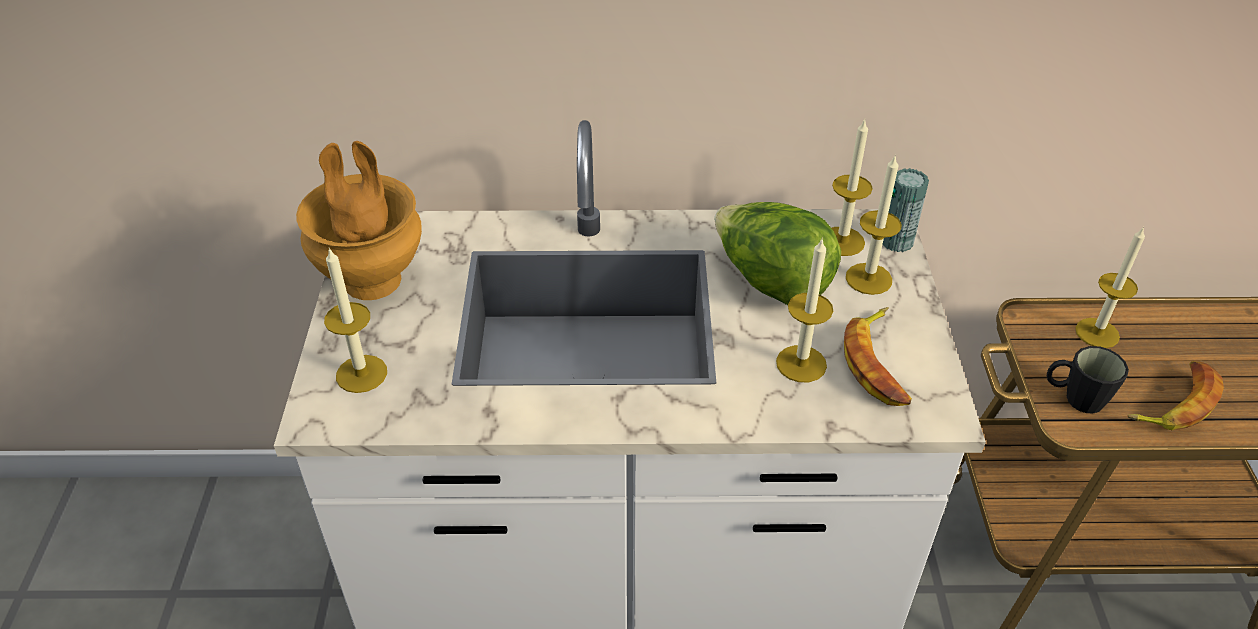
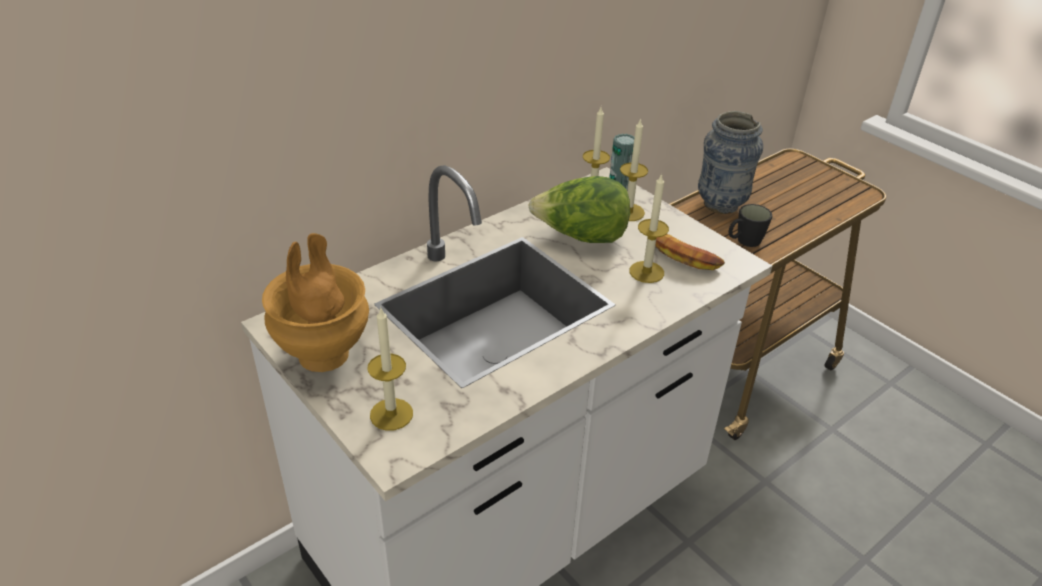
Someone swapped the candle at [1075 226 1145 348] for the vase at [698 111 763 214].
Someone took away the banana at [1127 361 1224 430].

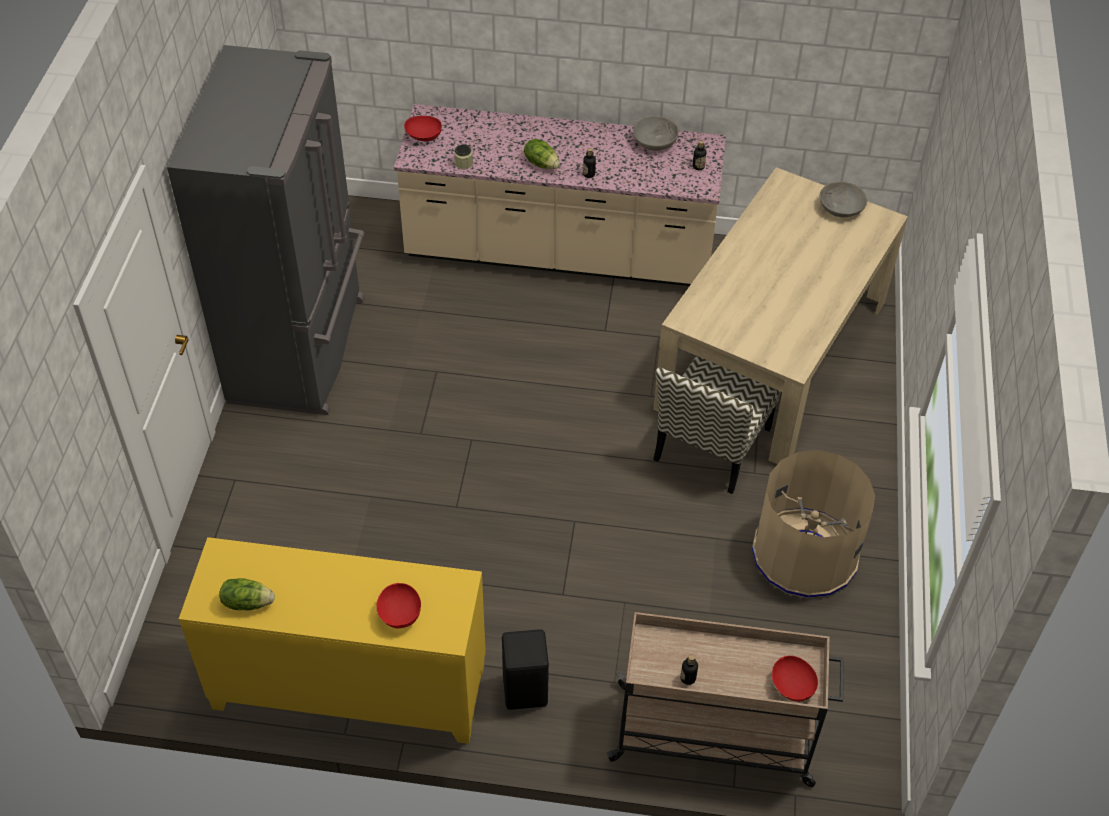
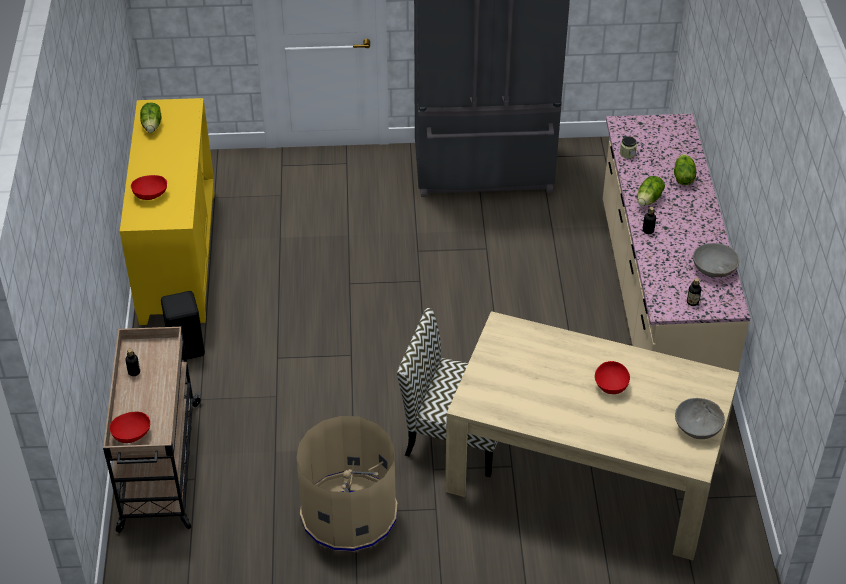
Someone carried the red bowl from [404 116 442 141] to [595 361 630 394].
Someone put down the lettuce at [674 154 696 185].

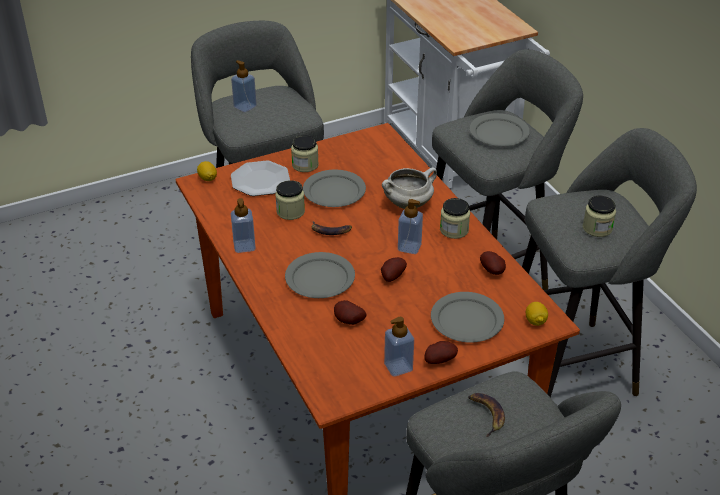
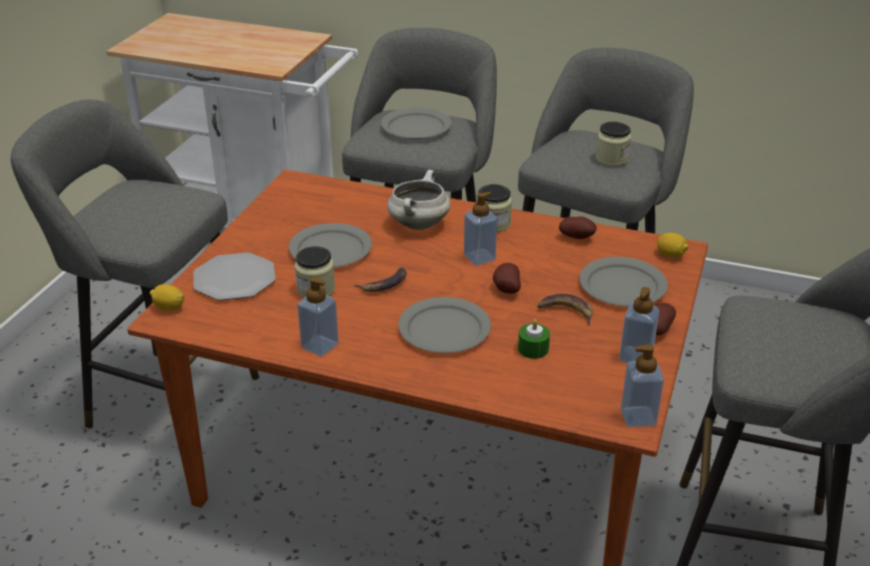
Someone swapped the potato at [334 300 367 325] for the green candle at [518 319 550 359].
Someone carried the banana from [468 393 505 437] to [538 294 593 326].
Someone carried the soap dispenser from [231 60 257 112] to [621 344 664 427].
Someone took away the jar at [291 135 319 172].

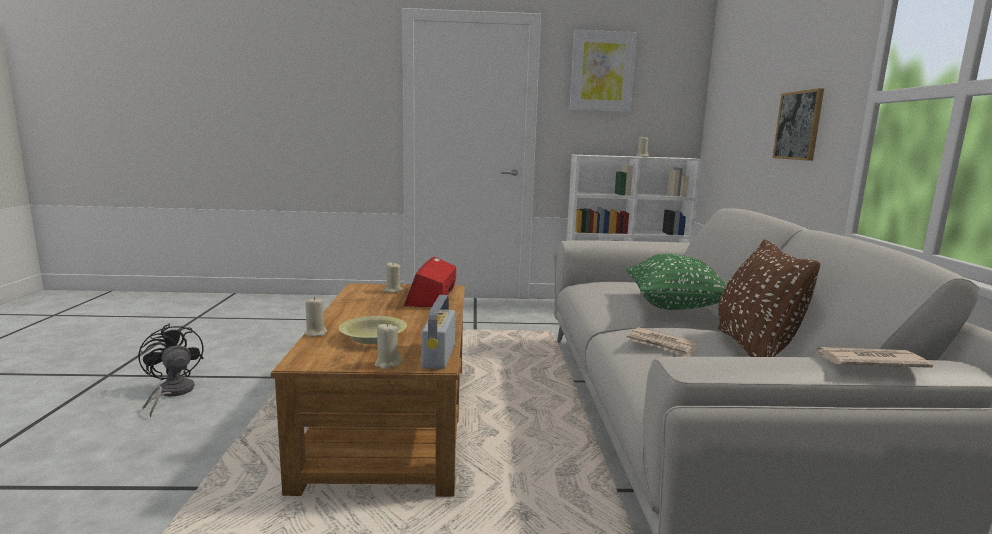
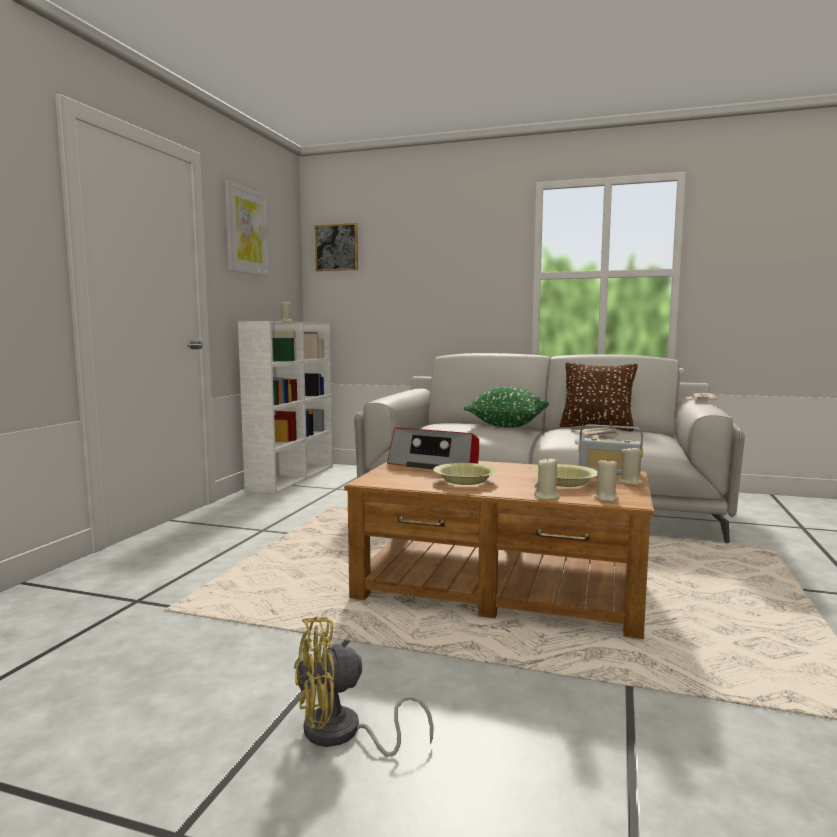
Someone repainted the black fan at [138 323 203 417], which became the yellow fan at [294 617 434 757].
Someone carried the picture from [773 88 824 161] to [315 223 358 271].
Someone put down the yellow bowl at [433 463 498 485].
Someone carried the beige candle from [384 263 402 293] to [594 460 619 502].

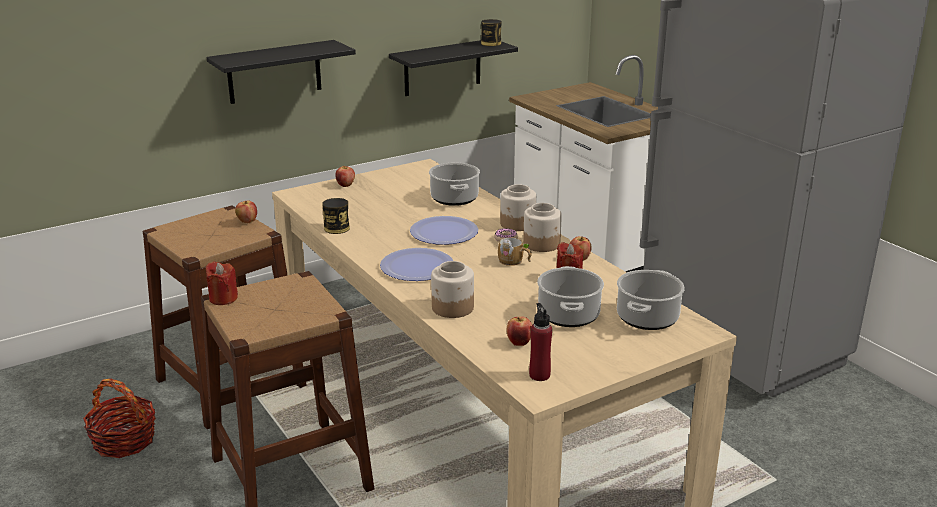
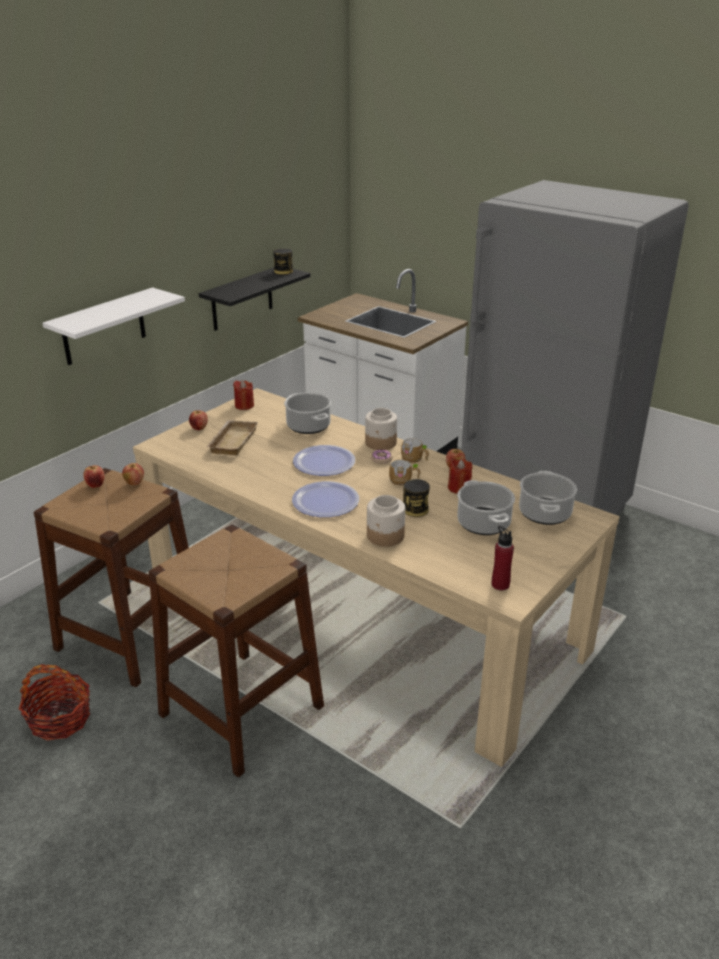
Someone repainted the black shelf at [206 40 356 104], which became the white shelf at [42 287 185 365].
Someone carried the apple from [506 316 532 346] to [83 465 105 488].
Someone put down the beige tray at [206 420 258 455].
Someone carried the red candle from [206 261 238 305] to [233 380 254 410].
Someone swapped the jar at [523 203 562 252] for the mug at [401 438 429 463].
Someone carried the can from [322 198 350 234] to [403 479 430 517].

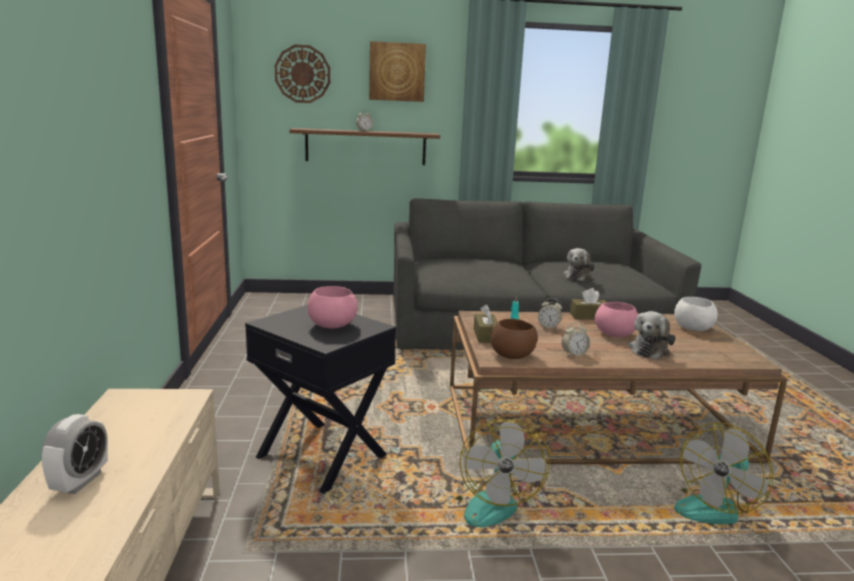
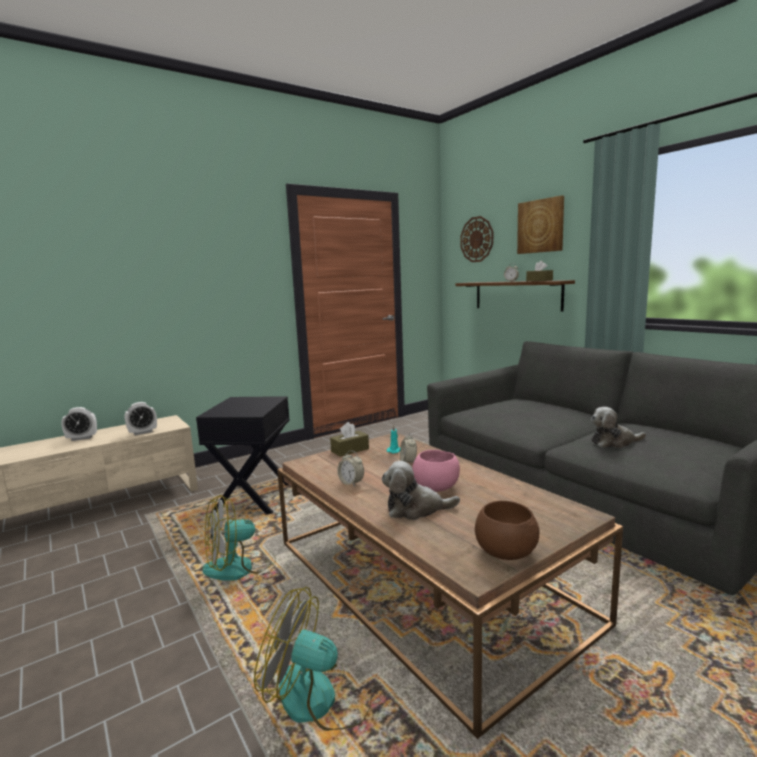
Someone put down the alarm clock at [125 402 157 435].
Someone carried the brown bowl from [491 319 538 359] to [475 501 540 560].
Someone carried the brown tissue box from [570 288 607 320] to [526 261 553 281].
Someone took away the pink bowl at [307 286 357 329].
Someone took away the white bowl at [674 297 718 331].

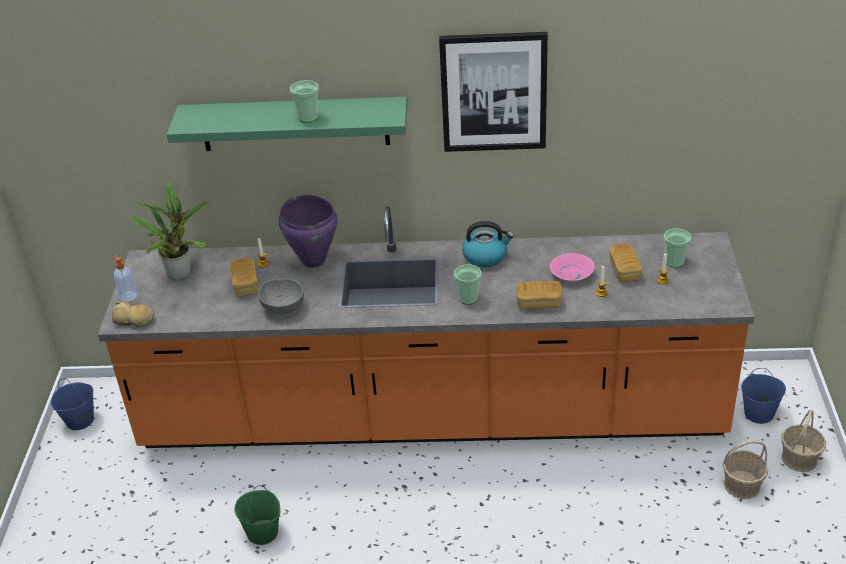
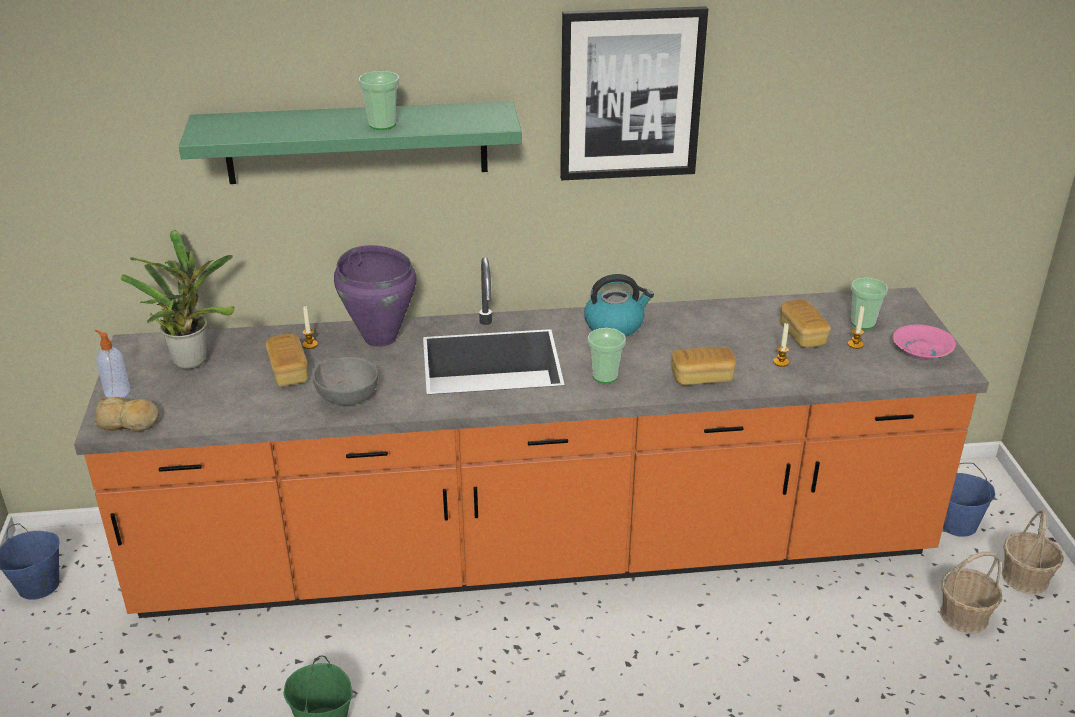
Someone carried the pink bowl from [550 253 595 281] to [893 324 956 359].

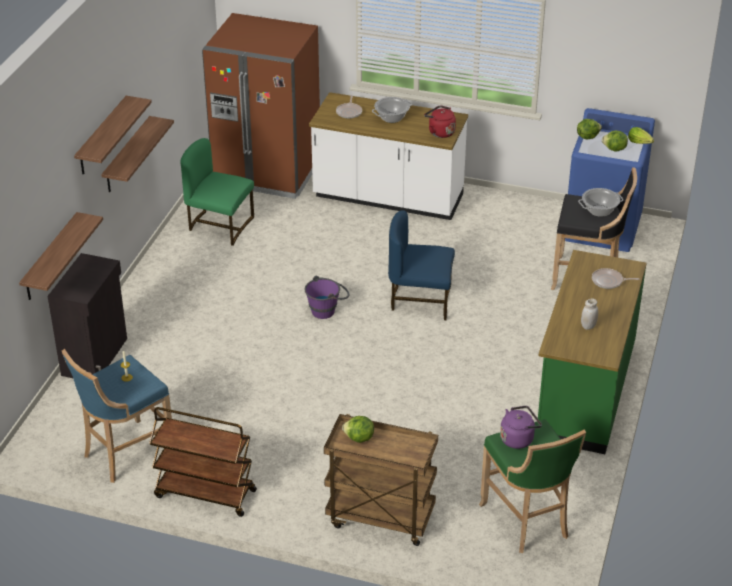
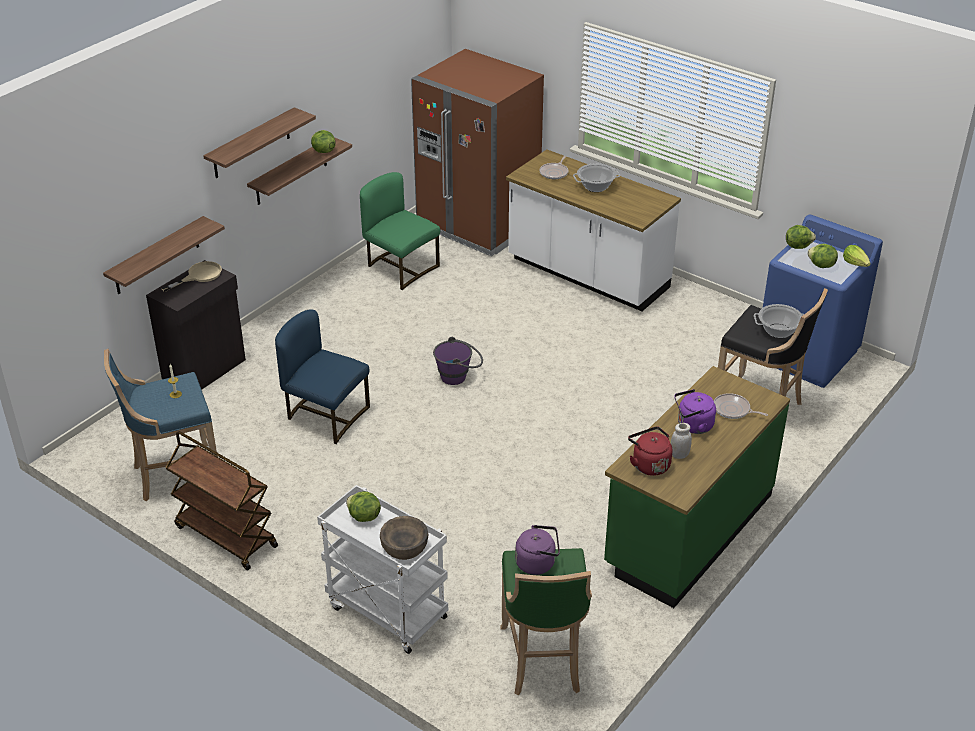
Someone put down the beige frying pan at [161 261 222 292].
Someone carried the blue chair from [388 210 455 320] to [275 309 370 444].
Someone put down the lettuce at [311 130 336 153].
Someone repainted the brown cart at [324 414 438 546], which became the white cart at [317 485 448 654].
Someone put down the brown bowl at [380 516 428 560].
Someone carried the red kettle from [424 105 456 138] to [628 427 672 476].
Someone put down the purple kettle at [674 389 716 434].

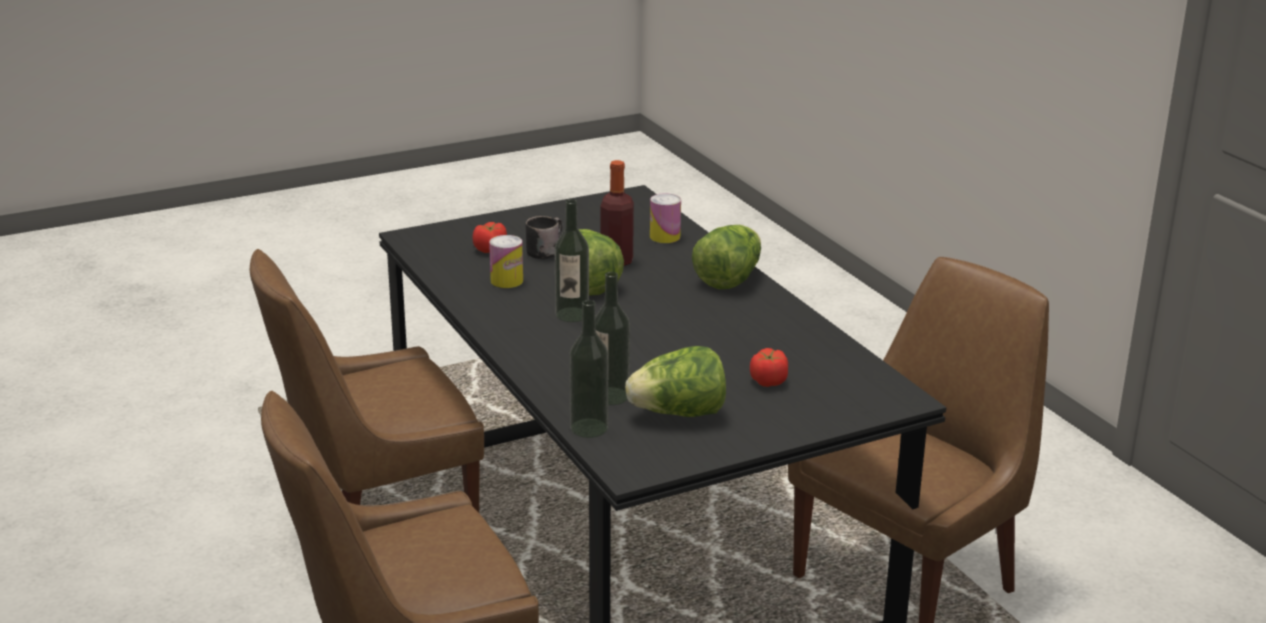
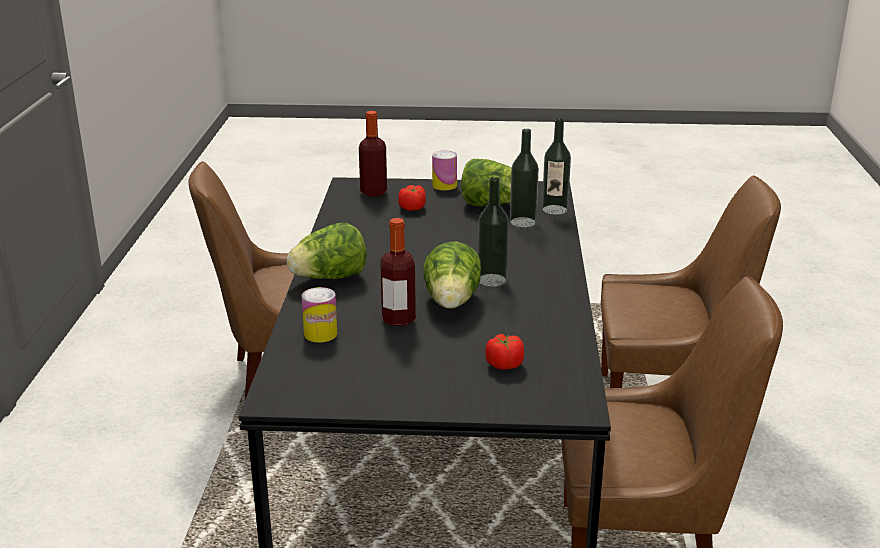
Someone put down the bottle at [359 111 387 197].
Someone carried the can from [489 235 523 288] to [432 151 457 190].
Someone took away the black mug at [525 216 563 259].

